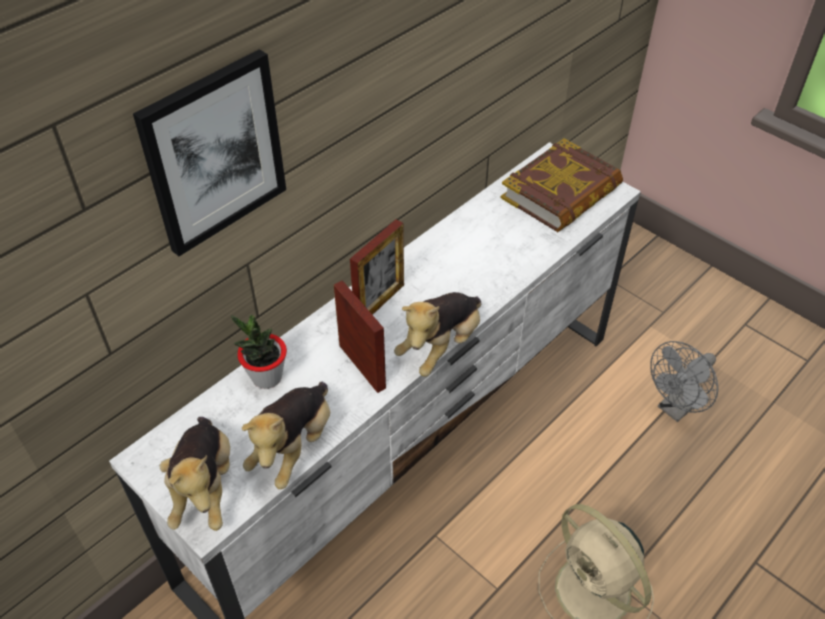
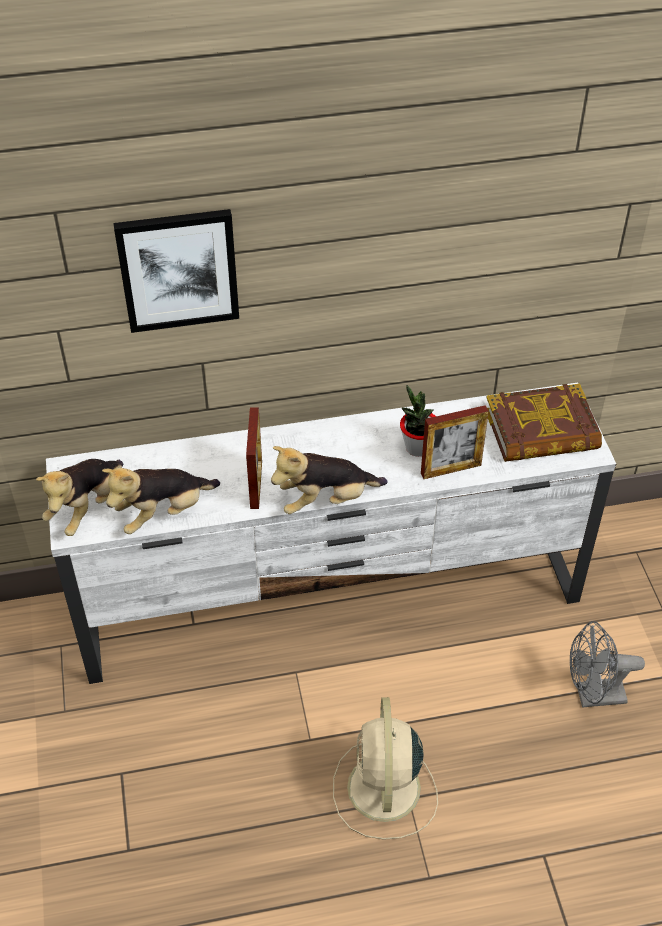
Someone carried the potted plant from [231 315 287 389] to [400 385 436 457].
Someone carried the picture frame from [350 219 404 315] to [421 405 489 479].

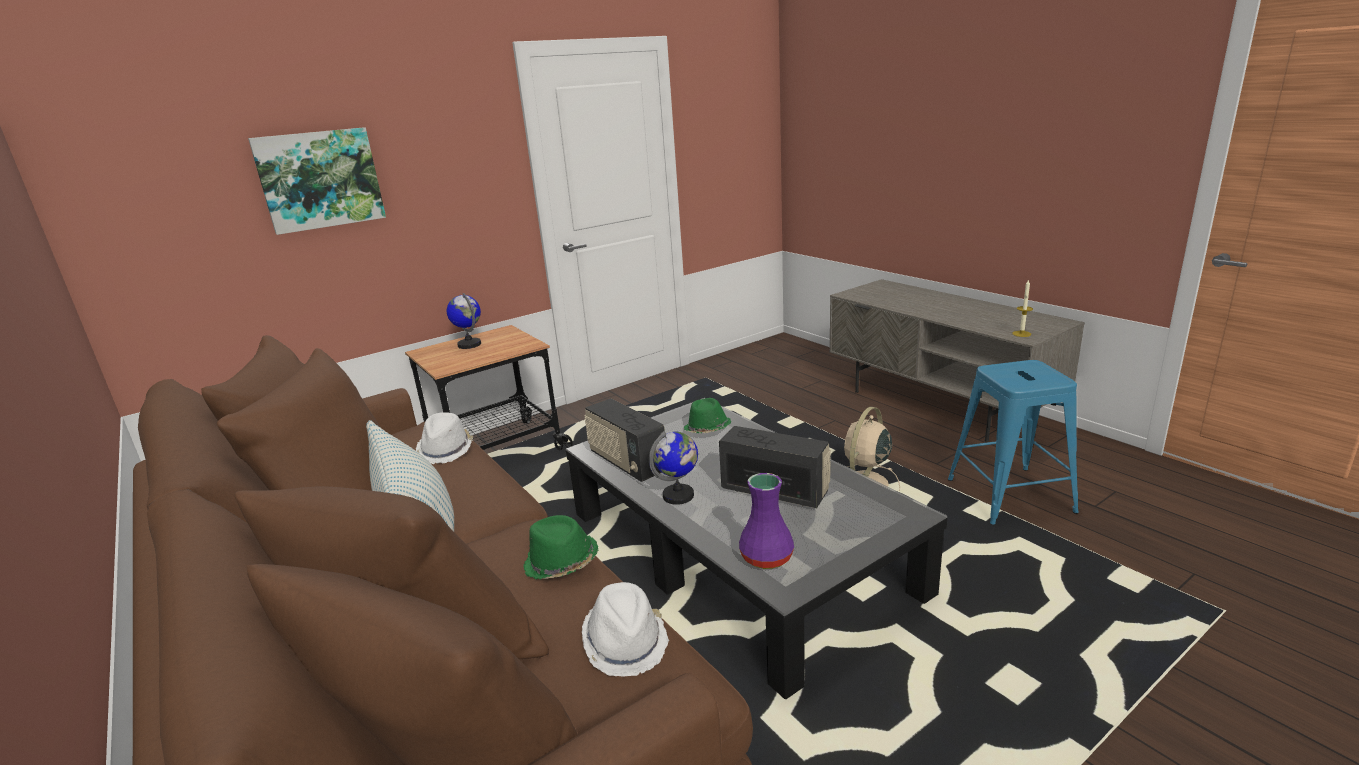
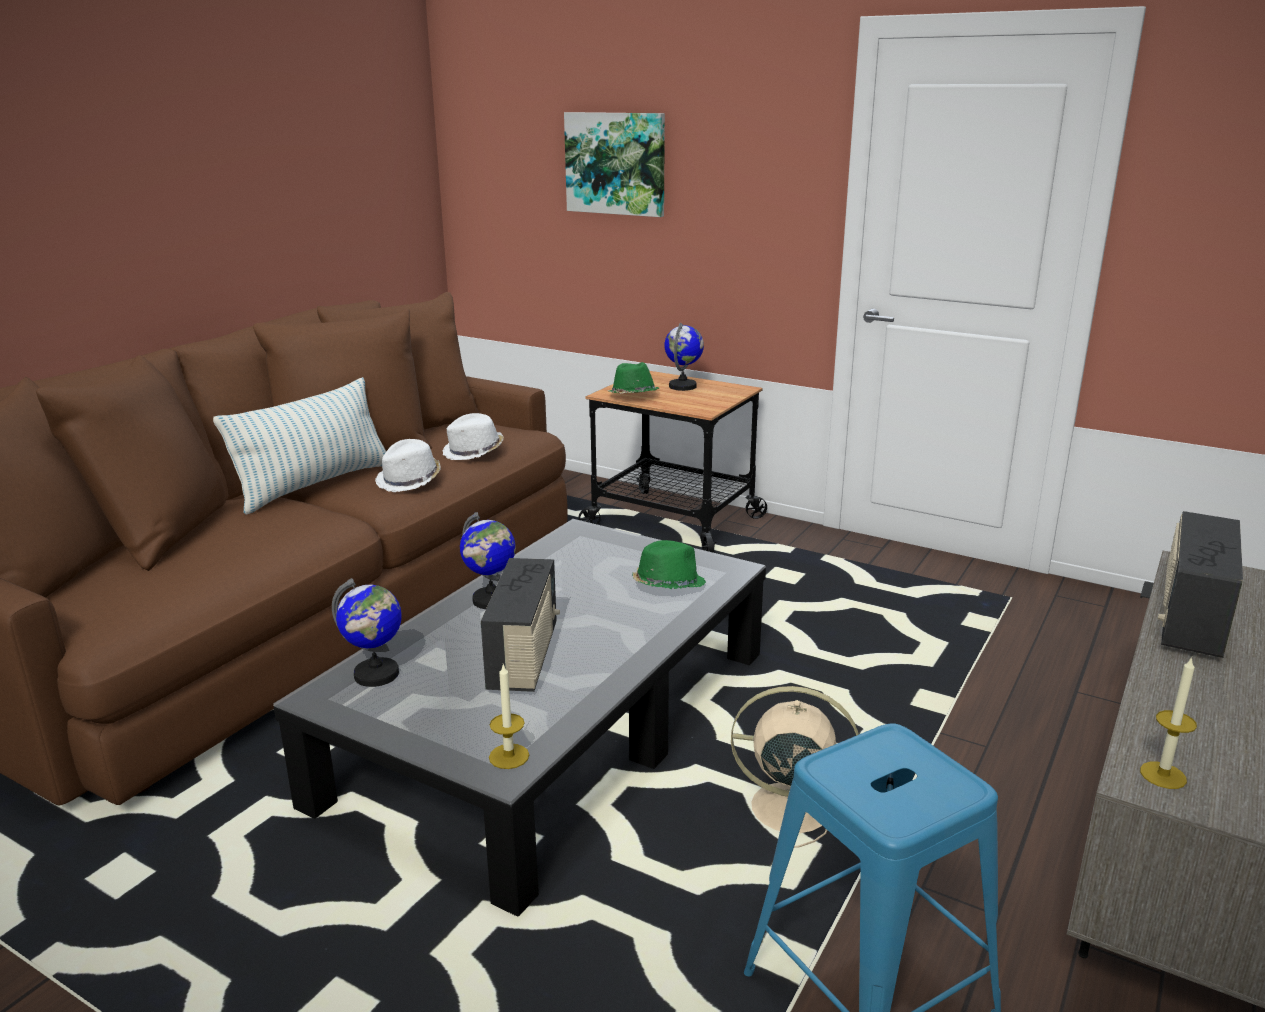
Someone swapped the purple vase at [739 473 794 569] for the globe at [332 578 402 687].
Someone carried the white hat from [582 582 669 676] to [375 439 441 492].
Someone put down the candle at [489 664 529 769].
Someone carried the green hat from [523 515 598 579] to [607 362 659 394].
Someone carried the radio from [584 398 665 482] to [1158 511 1243 658].

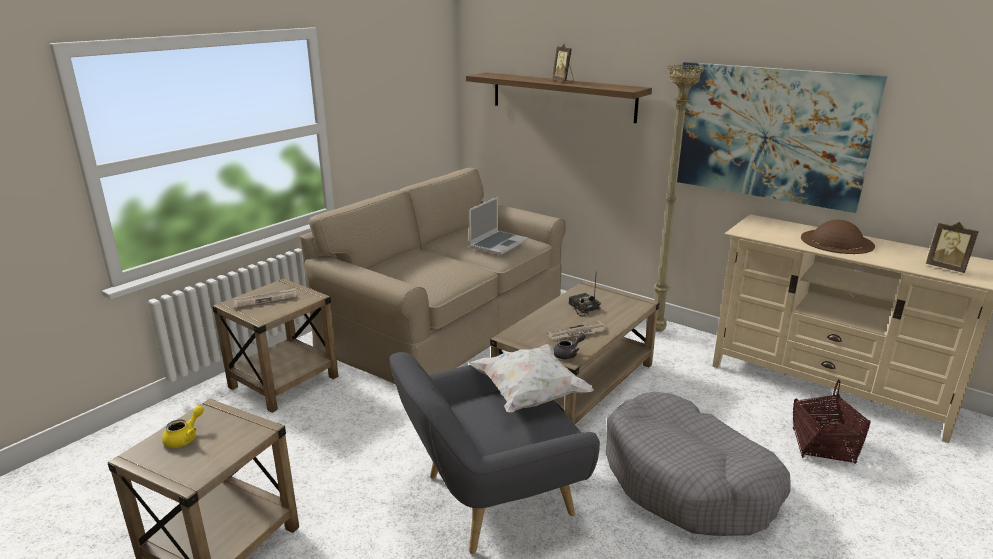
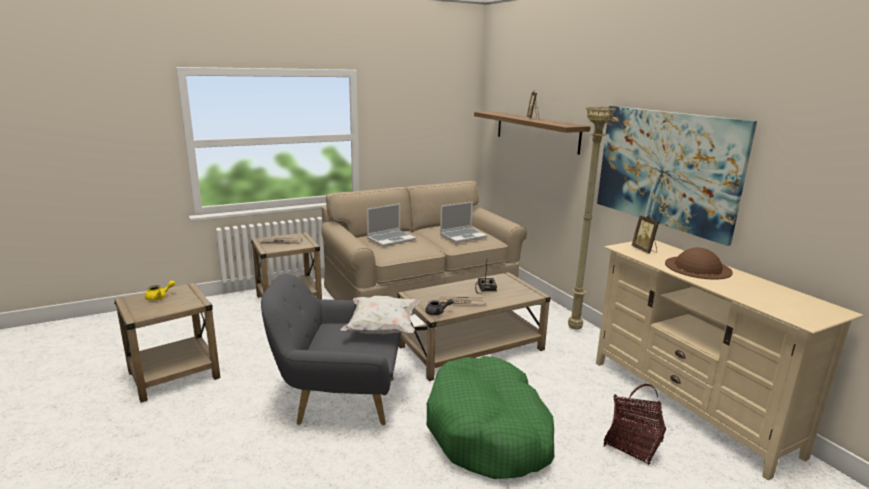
Someone put down the laptop at [367 203 416 247].
Someone repainted the grey dog bed at [606 391 791 536], which became the green dog bed at [426 356 554 479].
Someone carried the picture frame from [926 222 979 273] to [632 215 659 254].

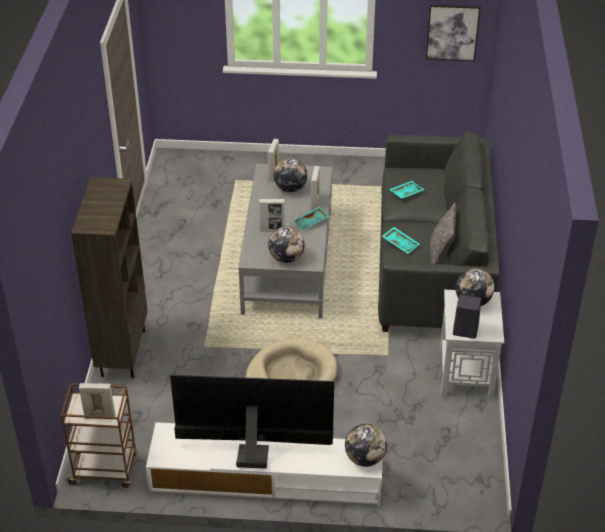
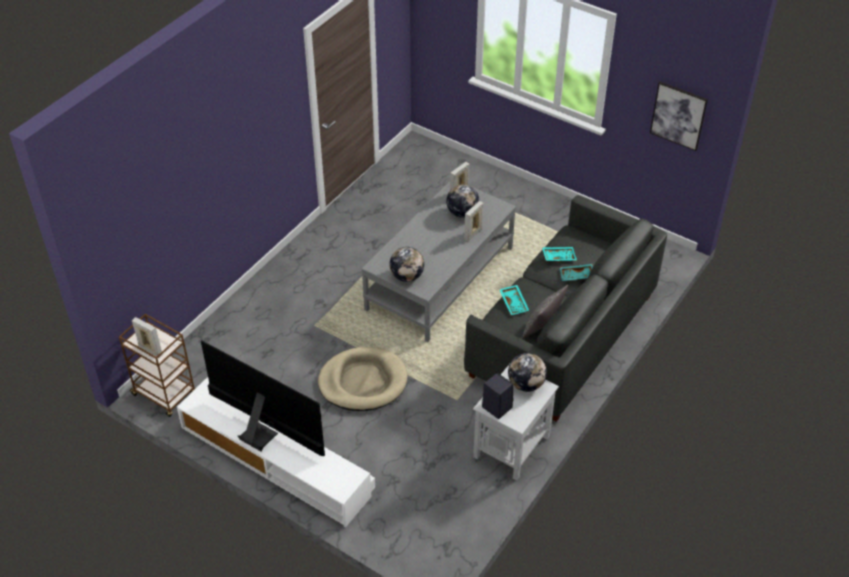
Someone carried the turquoise tray from [292 206 329 230] to [560 264 593 281].
Someone took away the brown bookcase at [71 177 148 379].
Someone took away the picture frame at [259 199 285 231].
Someone took away the globe at [345 424 387 467].

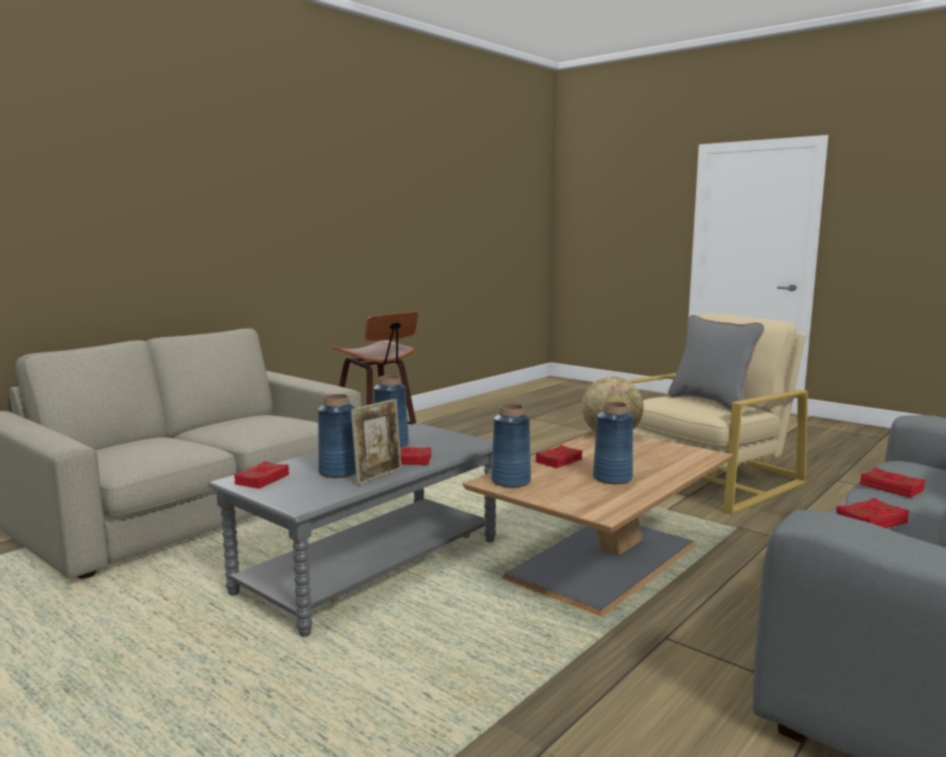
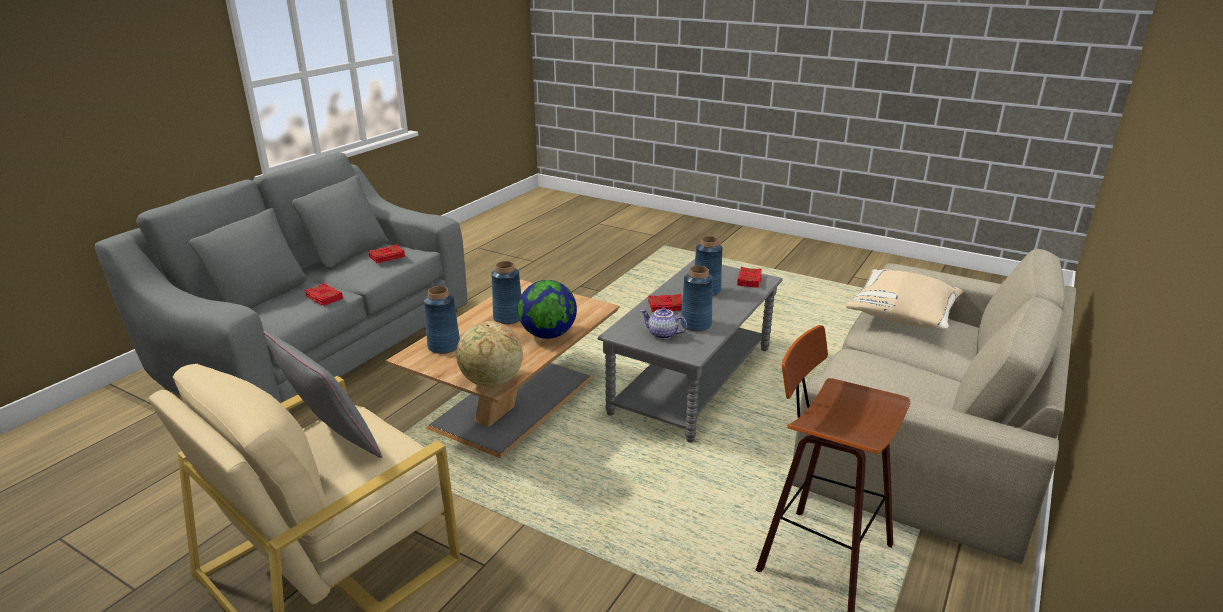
Someone carried the blue vase from [491 404 531 488] to [424 286 460 354].
Someone swapped the red book at [536 445 583 468] for the globe at [518 280 577 339].
Someone put down the teapot at [640 308 687 339].
Someone put down the beige pillow at [846 269 963 330].
Someone took away the picture frame at [351 399 402 485].

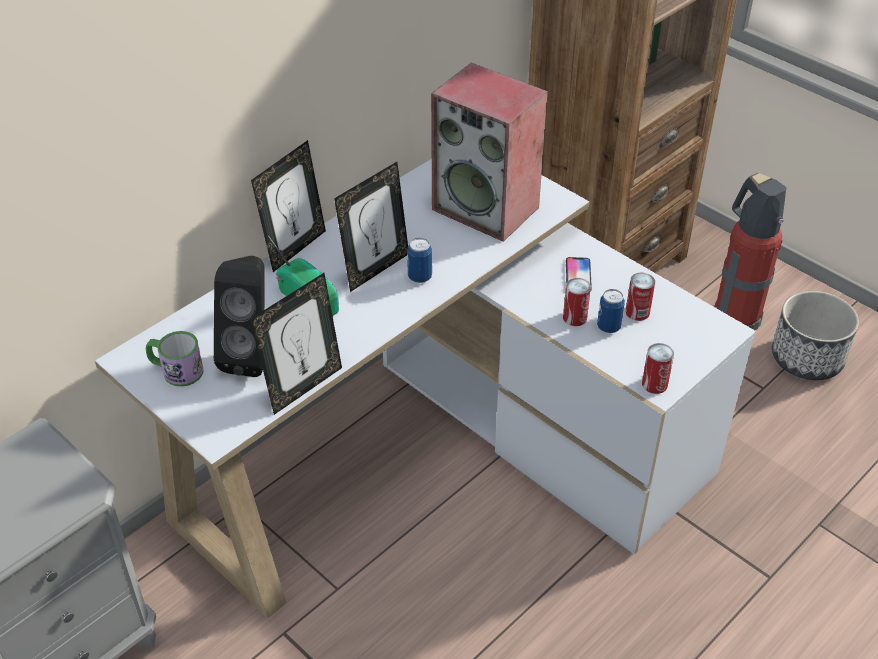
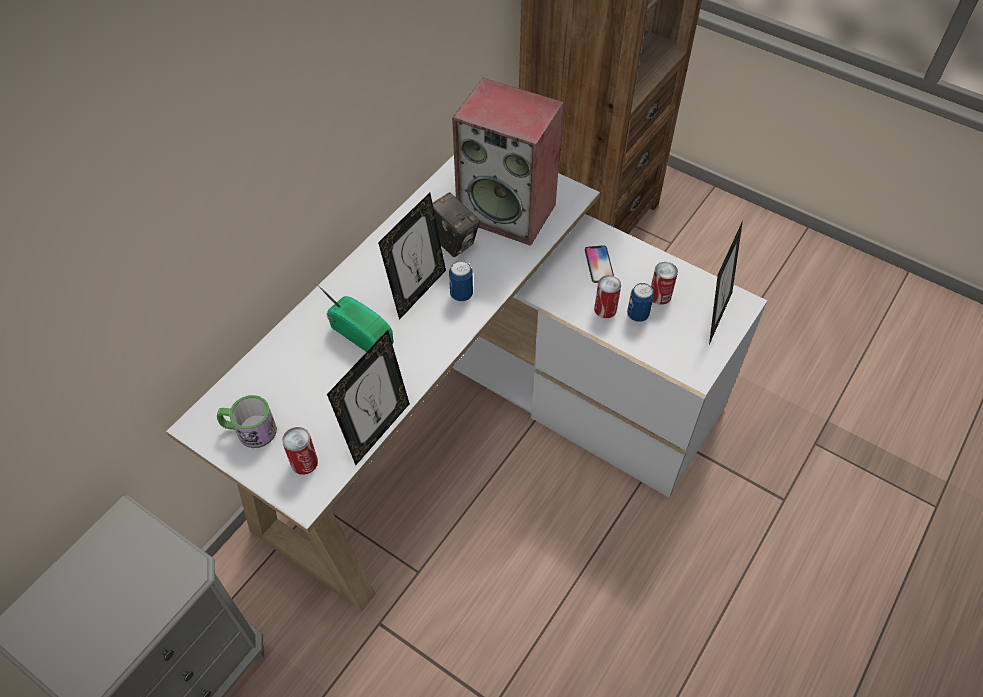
Someone carried the can from [642 343 674 394] to [282 427 318 475].
Someone put down the photo camera at [433 192 480 257].
Someone carried the picture frame from [251 140 326 272] to [709 221 743 345].
Someone took away the black speaker at [214 256 265 377].
Someone took away the fire extinguisher at [714 173 786 330].
Someone took away the planter at [772 291 859 380].

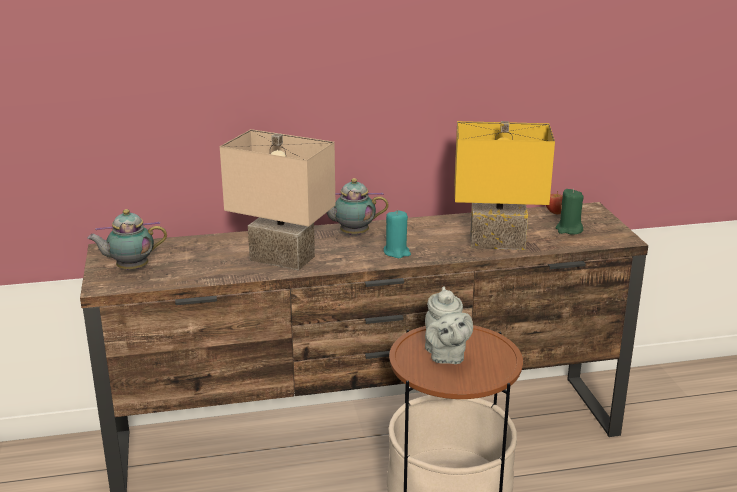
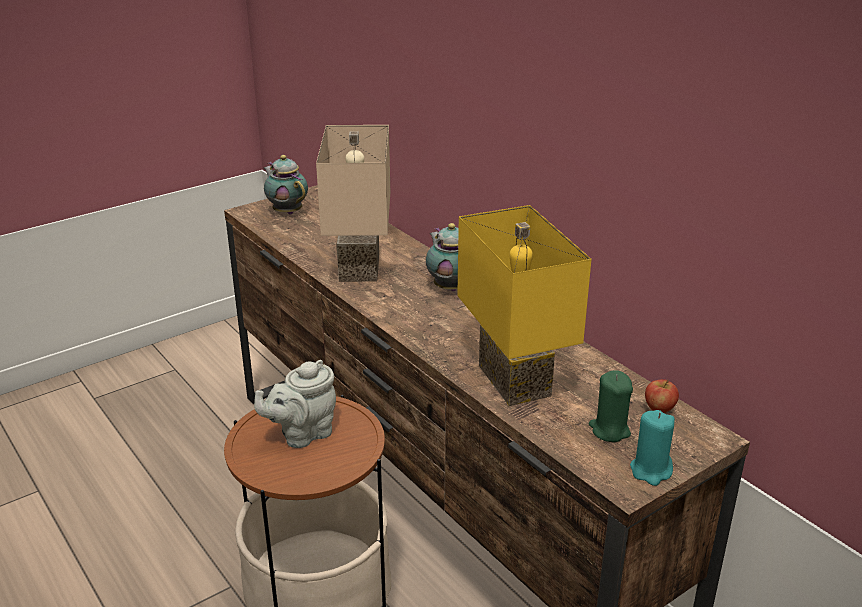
Someone carried the turquoise candle from [384 210 411 258] to [630 410 675 486].

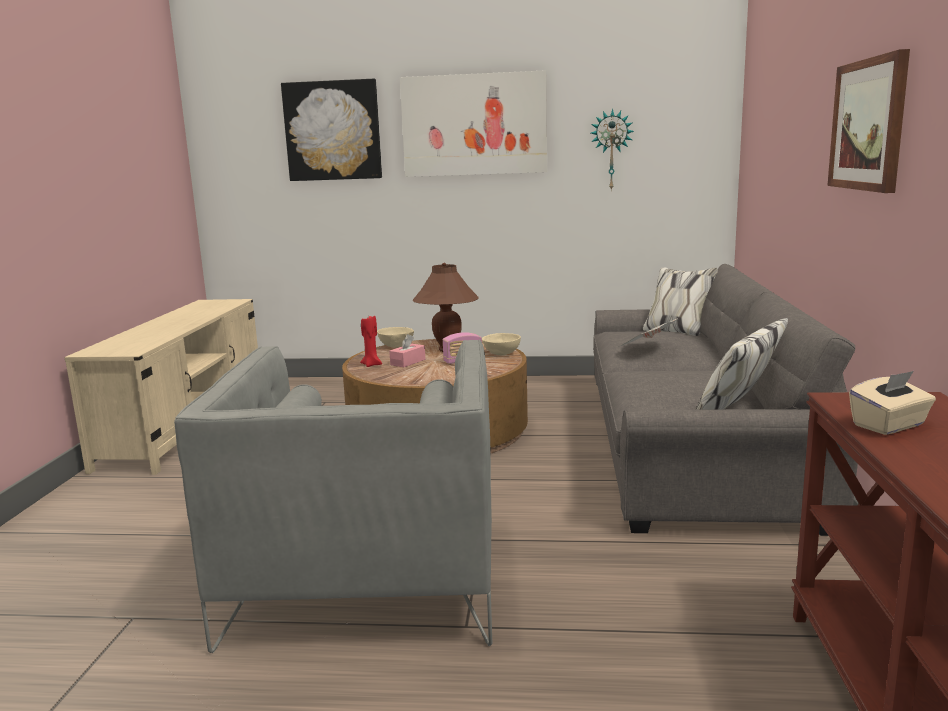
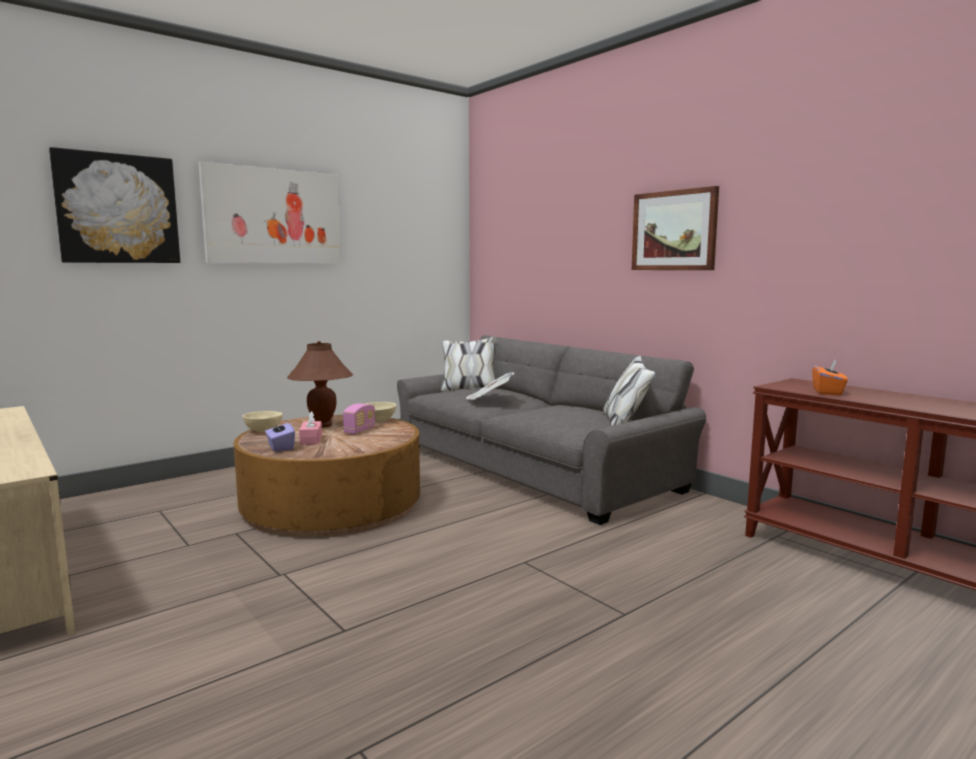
Someone swapped the red candle at [360 316 382 367] for the purple tissue box at [265 422 295 452].
Someone repainted the beige tissue box at [849 371 936 435], which became the orange tissue box at [812 360 848 395].
Someone took away the grey armchair at [174 339 492 653].
Someone took away the wall clock at [591 109 634 191].

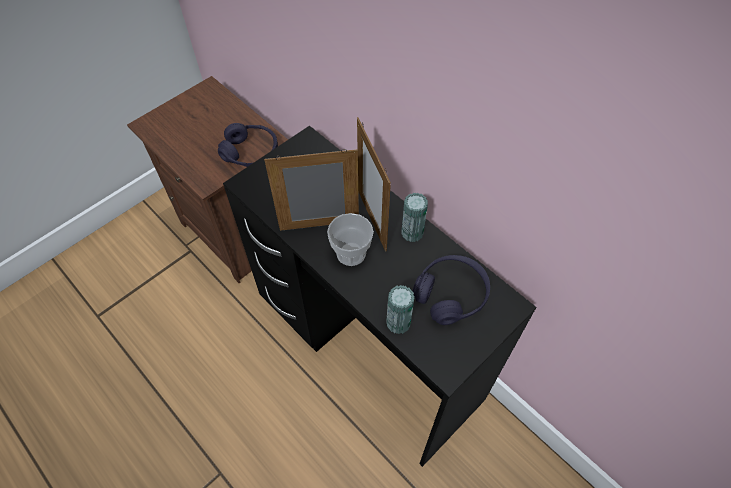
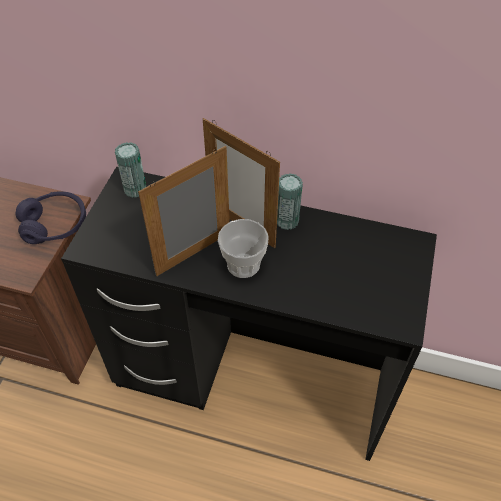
Someone carried the can from [386 285 415 334] to [115 142 146 198].
Someone took away the purple headphones at [413 255 490 325].

